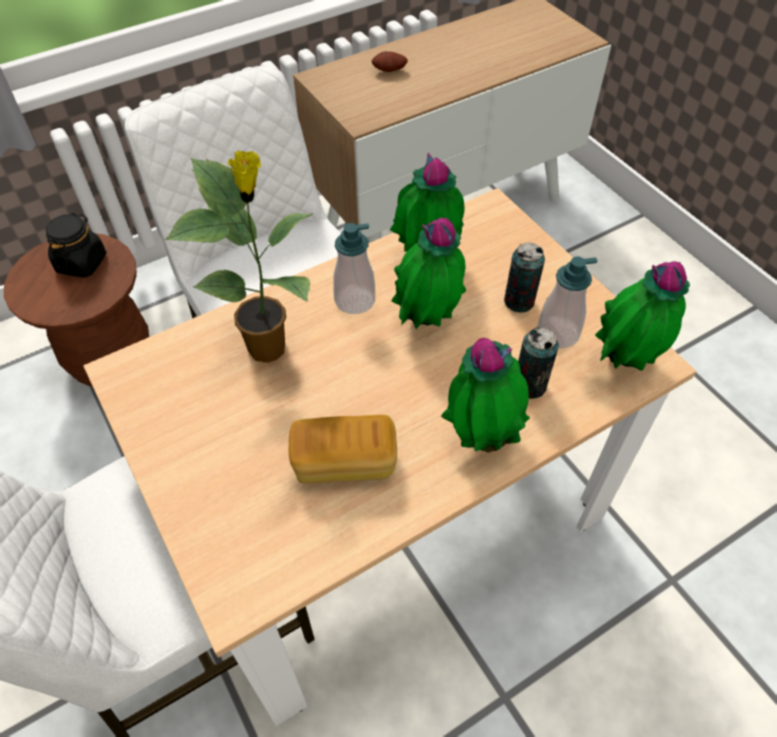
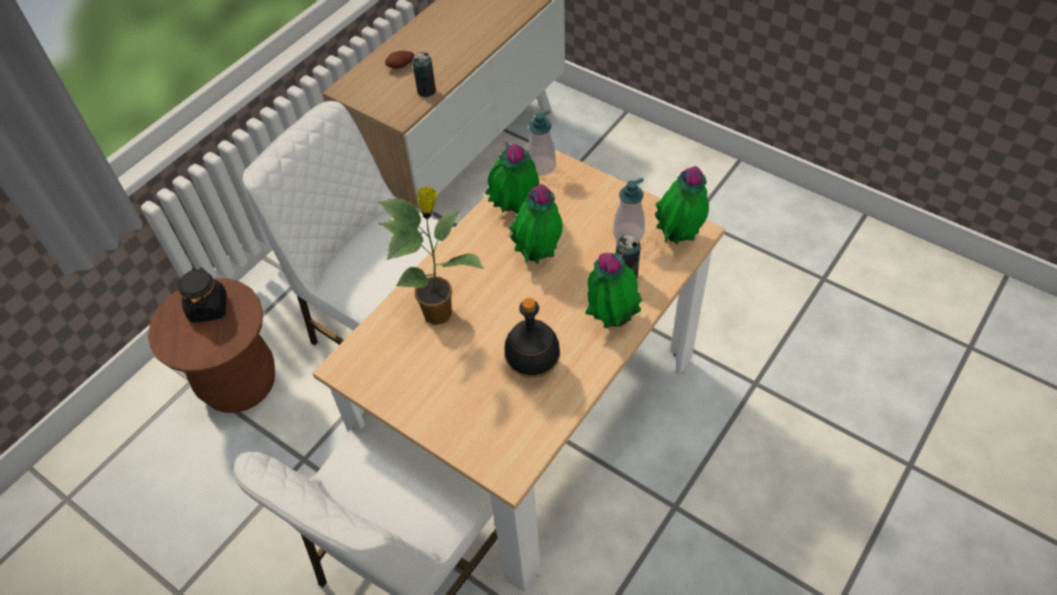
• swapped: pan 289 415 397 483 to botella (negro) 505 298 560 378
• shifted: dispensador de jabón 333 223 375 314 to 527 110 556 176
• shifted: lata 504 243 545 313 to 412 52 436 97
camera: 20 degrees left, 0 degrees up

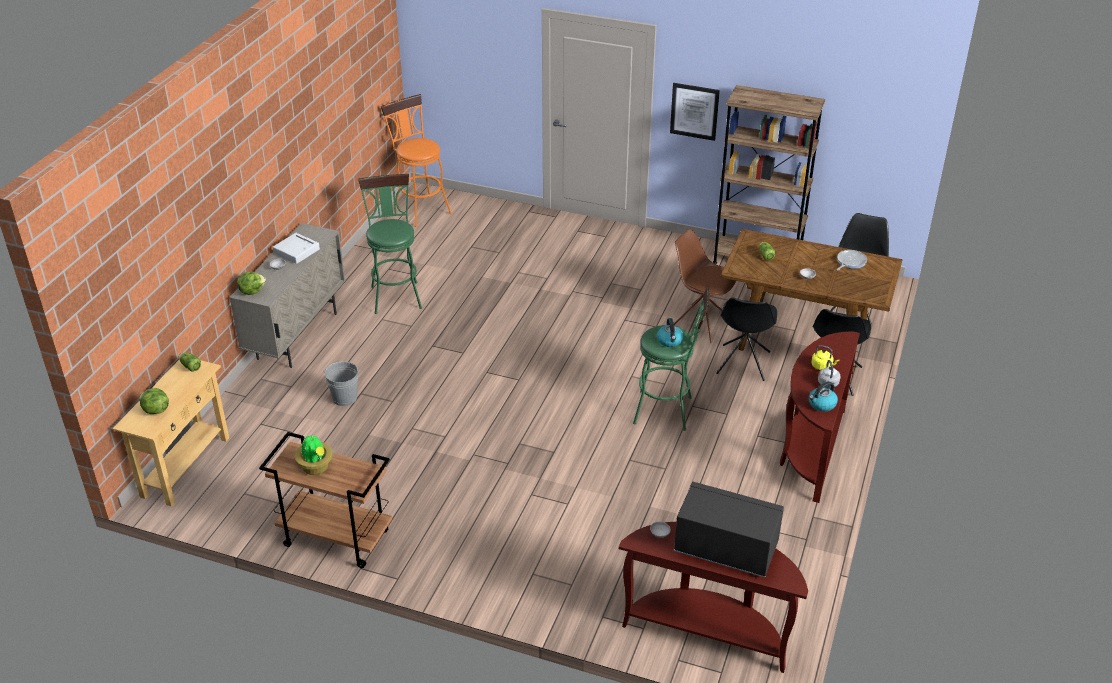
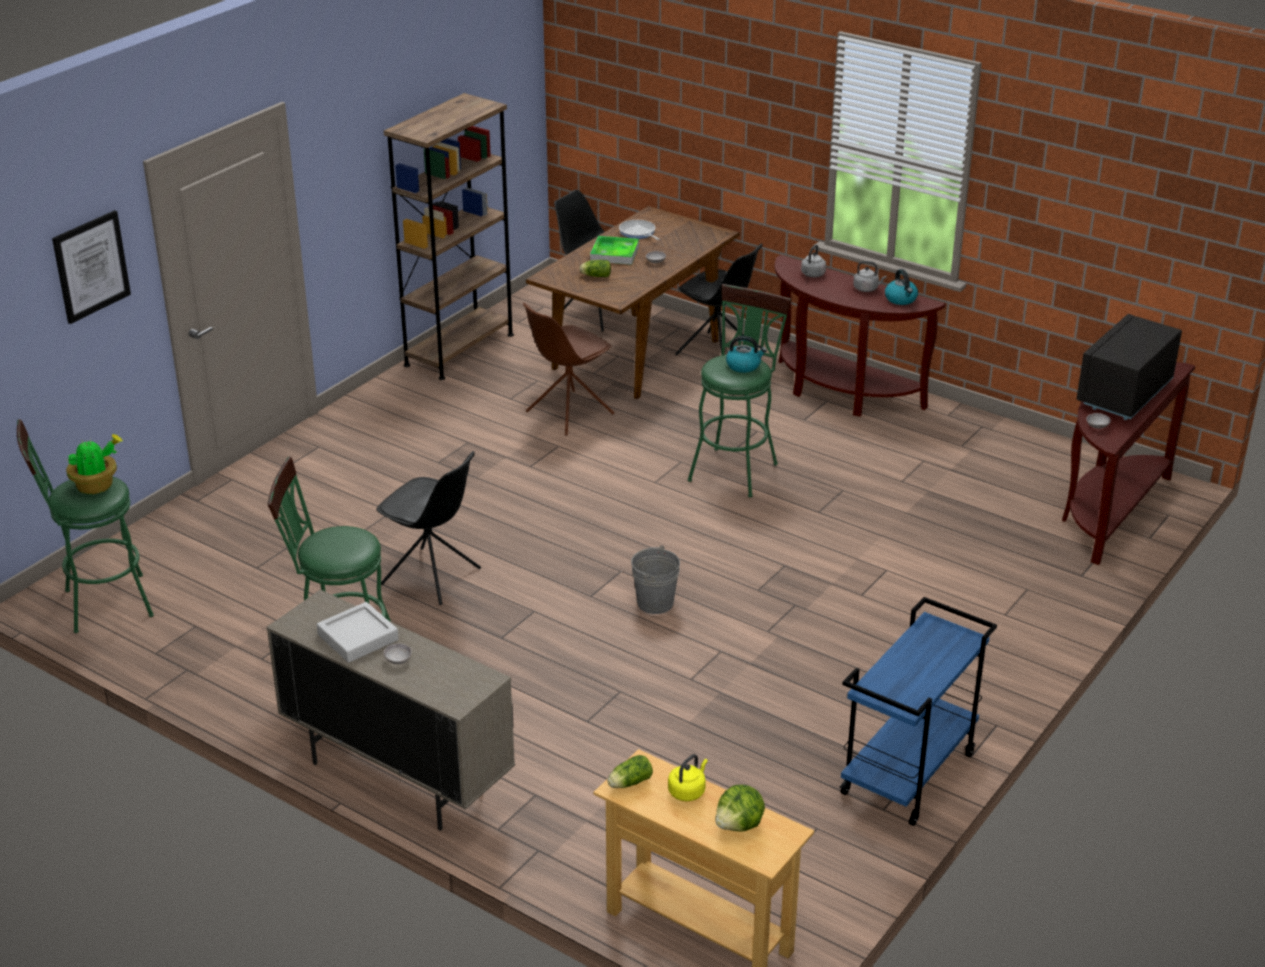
• gone: lechuga 237 272 266 295
• repainted: carrito (marrón) 259 432 392 568 to carrito (azul) 839 597 997 826
• shifted: planta en maceta 295 433 333 475 to 65 434 123 494
• shifted: cubo (gris) 323 361 360 406 to 631 545 680 614
• repainted: taburete (naranja) 381 94 452 227 to taburete (verde) 17 419 154 633
• shifted: cuadro 670 83 720 141 to 52 210 131 324
• shifted: silla (negro) 716 298 777 381 to 376 451 481 605
• shifted: hervidor (amarillo) 811 345 840 370 to 668 754 708 801
• new: bandeja 590 236 639 265
• new: hervidor (gris) 801 245 826 277
camera: 75 degrees left, 5 degrees down

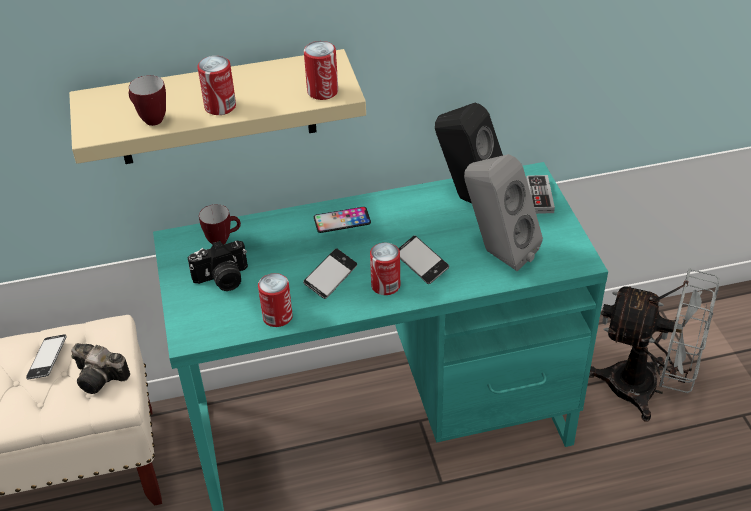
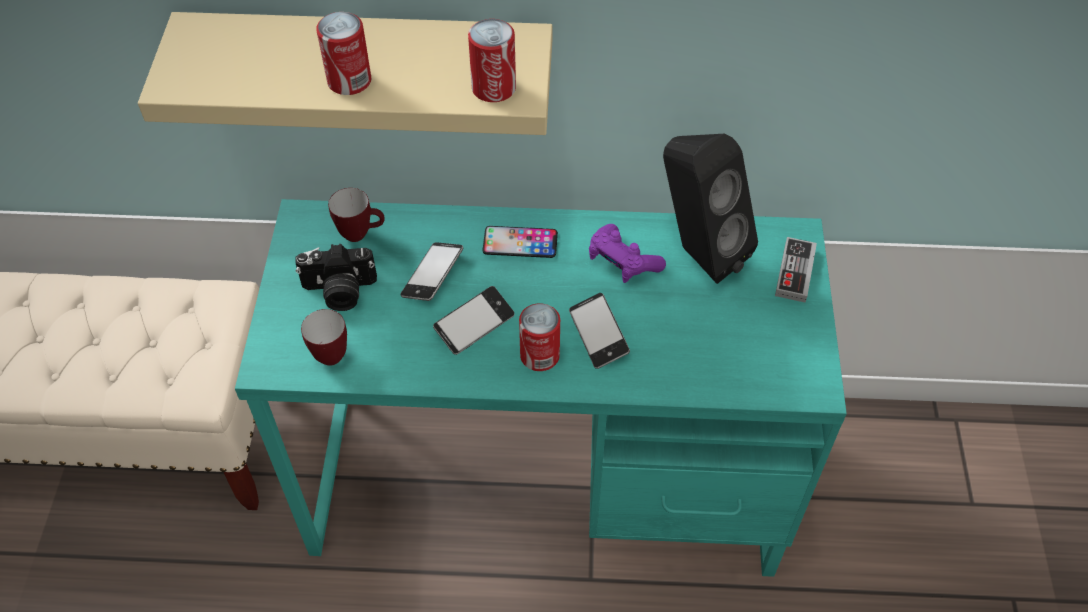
• shifted: móvil 26 334 67 379 to 401 242 463 301
• gone: cámara 71 343 130 394
• shifted: taza grande 129 75 166 126 to 301 309 347 366
• gone: lata 258 273 293 327
• gone: altavoz (gris) 464 154 543 271
• gone: ventilador (gris) 589 268 719 422
• new: mando de consola (morado) 589 224 666 283
camera: 15 degrees right, 10 degrees up

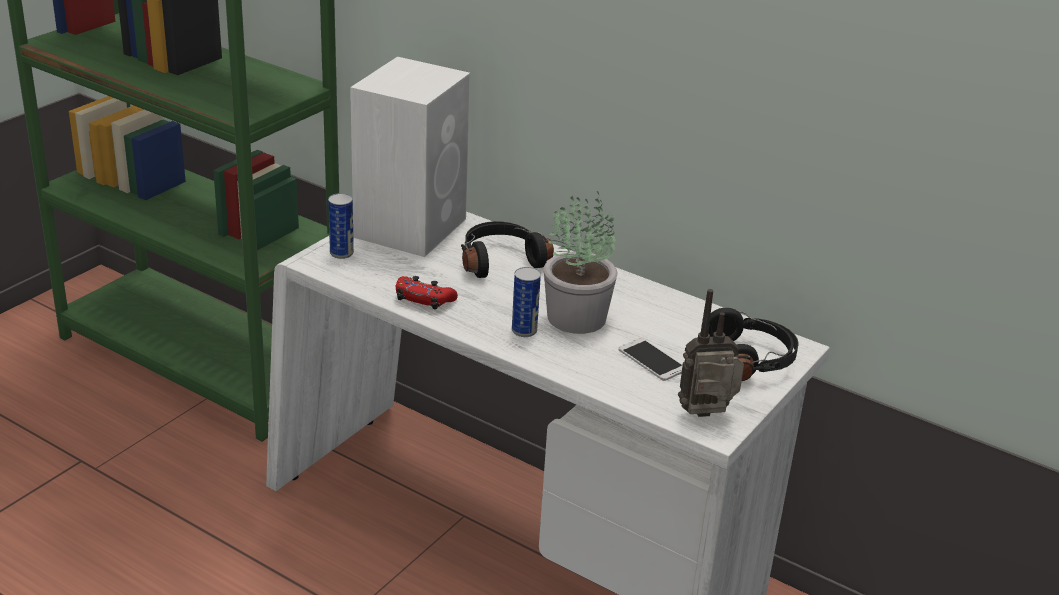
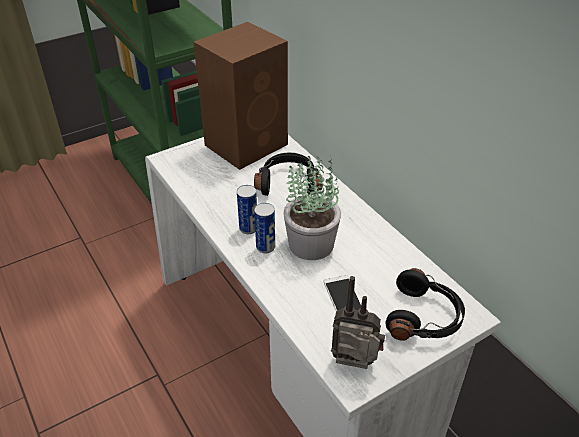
• shifted: lata 328 193 354 259 to 237 185 257 234
• repainted: altavoz (blanco) 350 57 470 257 to altavoz (marrón) 193 22 288 170
• gone: mando de consola (rojo) 396 276 458 310
camera: 25 degrees right, 10 degrees up

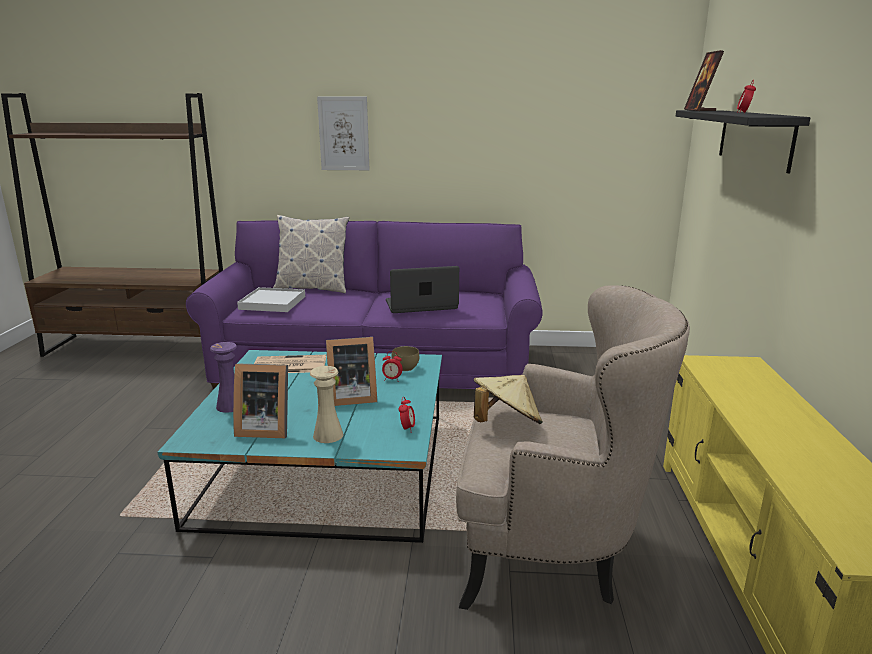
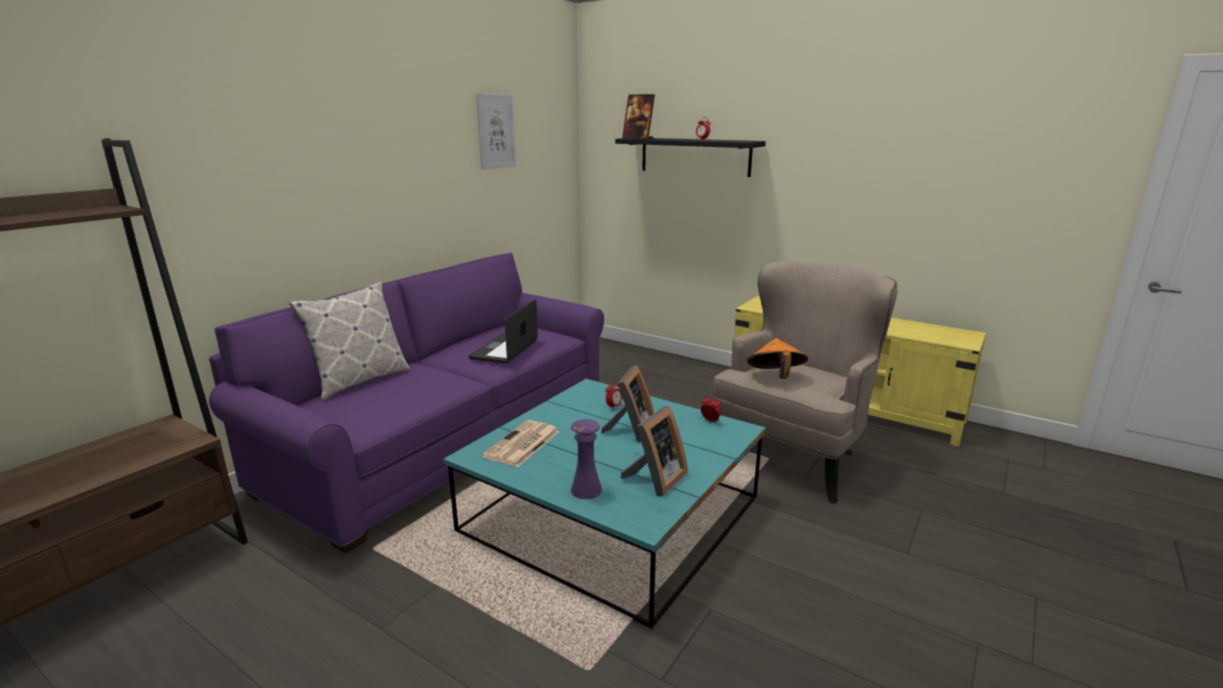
• gone: bandeja (blanco) 237 287 305 312
• gone: florero (beis) 310 366 343 443
• shifted: cuadro 317 97 370 170 to 476 93 516 169
• gone: cuenco (marrón) 392 346 419 371
• repainted: sombrero (beis) 474 375 543 424 to sombrero (naranja) 747 338 808 379
camera: 60 degrees left, 0 degrees up

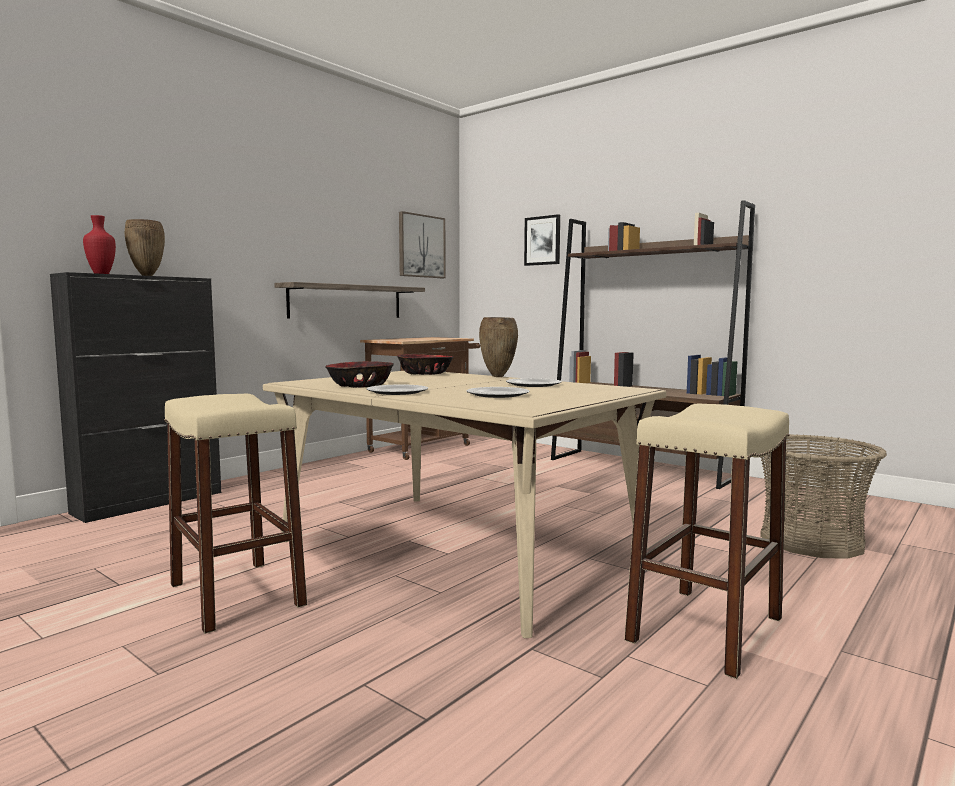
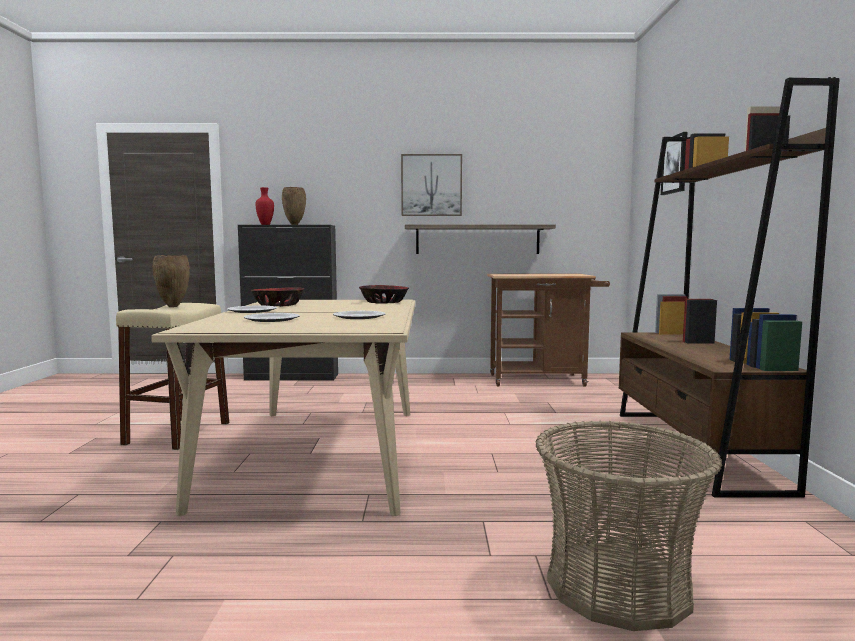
• shifted: cuadro 399 211 446 278 to 401 154 462 216
• shifted: florero (marrón) 479 317 518 377 to 152 255 190 307
• gone: taburete (beis) 624 404 790 679
camera: 50 degrees right, 0 degrees up

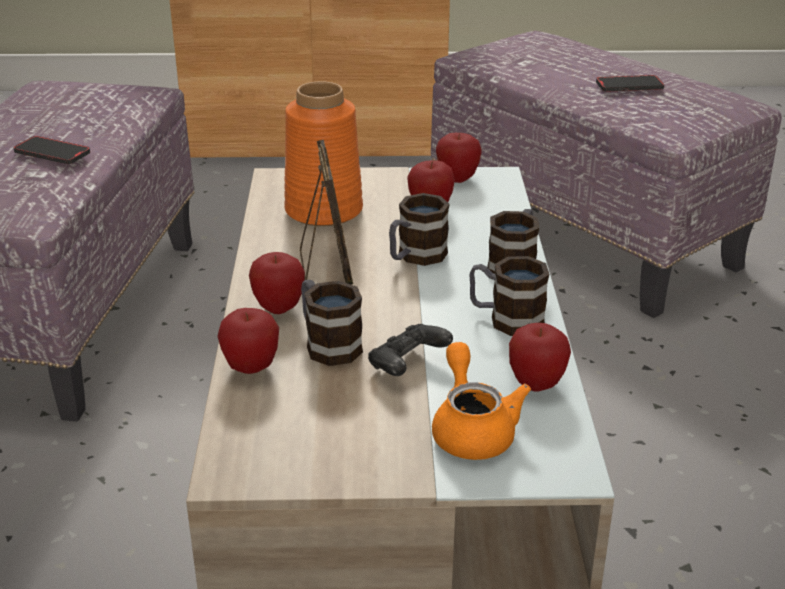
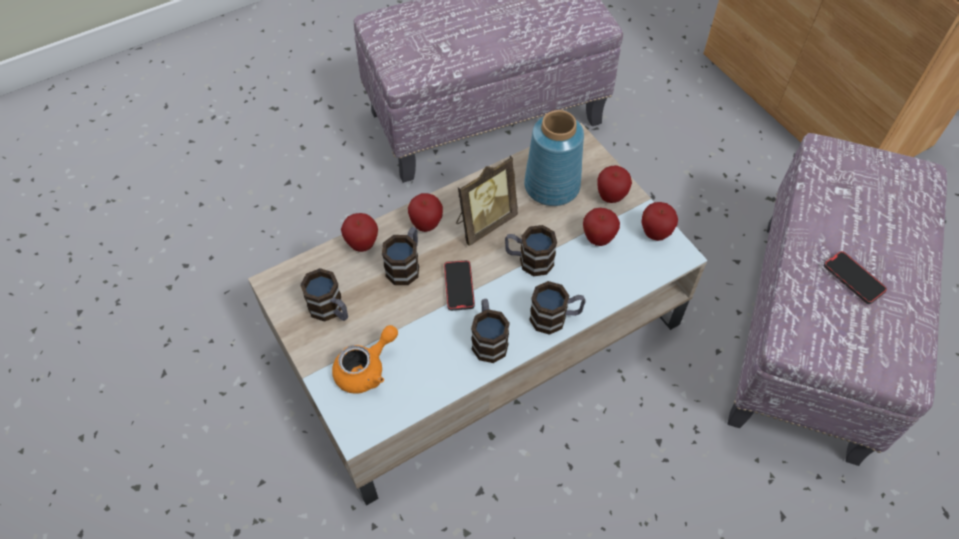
• shifted: móvil 13 136 90 164 to 444 260 475 311
• repainted: florero (naranja) 284 81 363 226 to florero (azul) 524 110 584 206
• gone: mando de consola (negro) 368 324 453 376
• shifted: manzana 509 323 571 391 to 597 165 632 203
• new: taza grande 300 268 348 322
camera: 60 degrees right, 25 degrees up

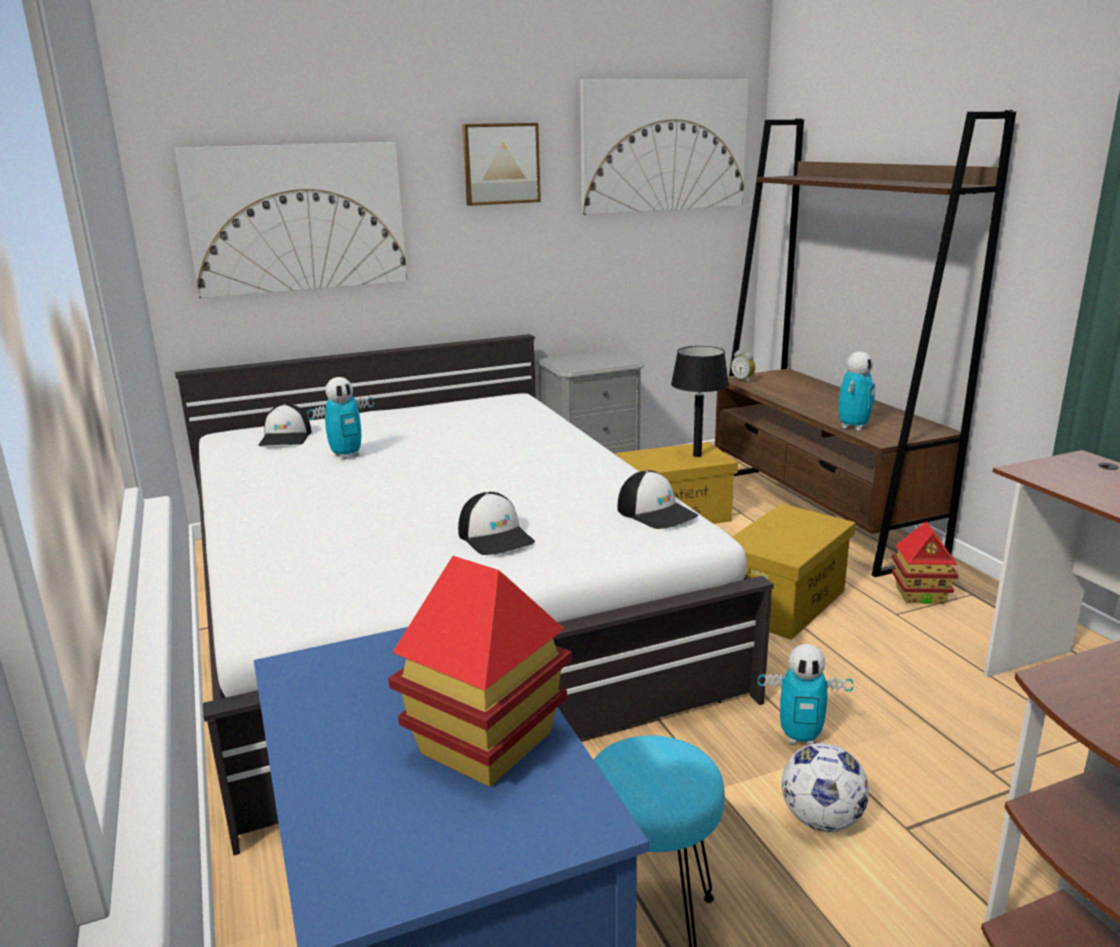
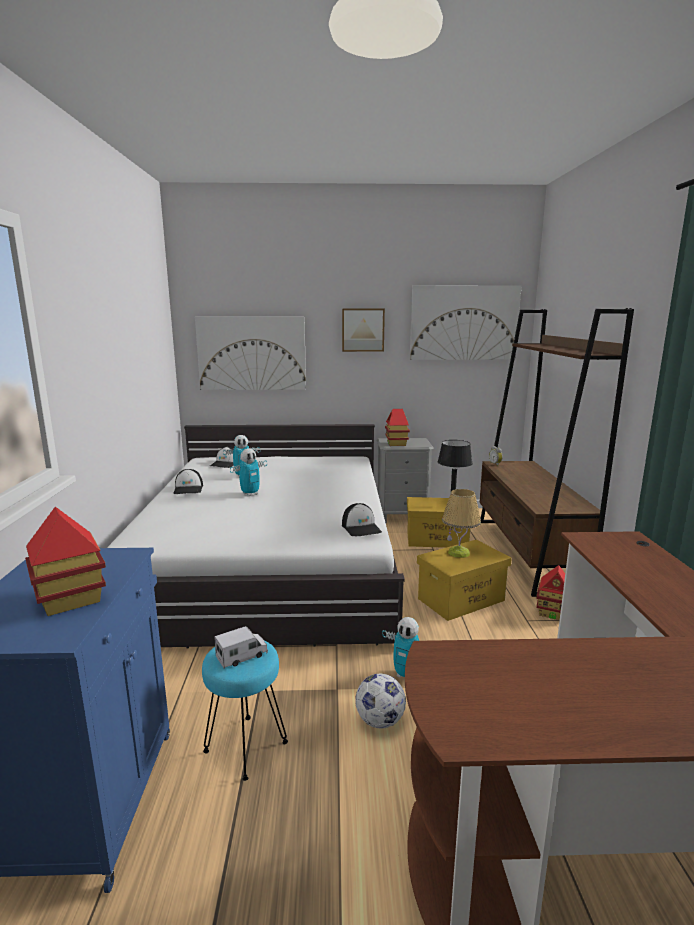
• shifted: gorra 458 492 535 555 to 173 469 203 494
• shifted: robot de juguete 839 352 875 431 to 230 448 267 496
• new: camión de juguete 214 626 268 669
• new: casita 385 409 410 446
• new: lámpara de mesa 442 489 481 558
camera: 20 degrees right, 5 degrees down

